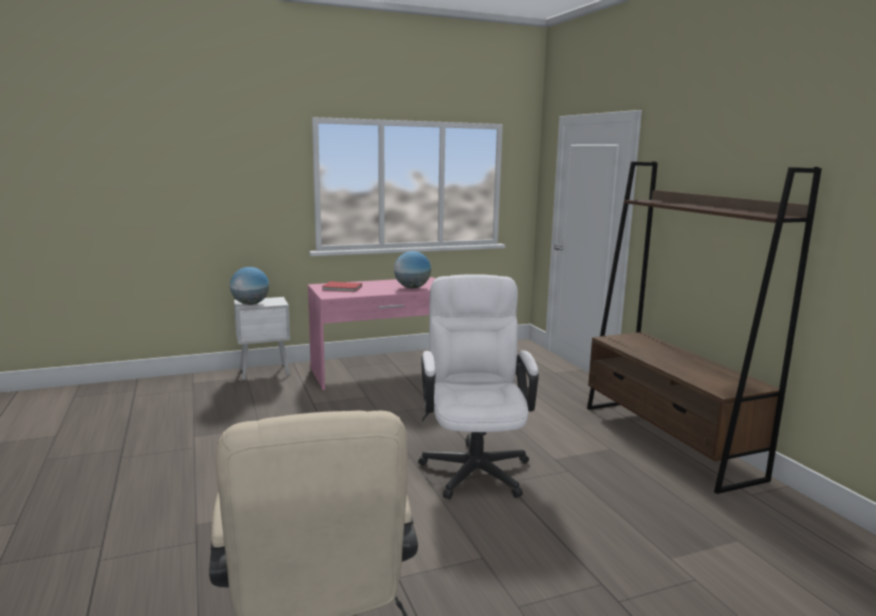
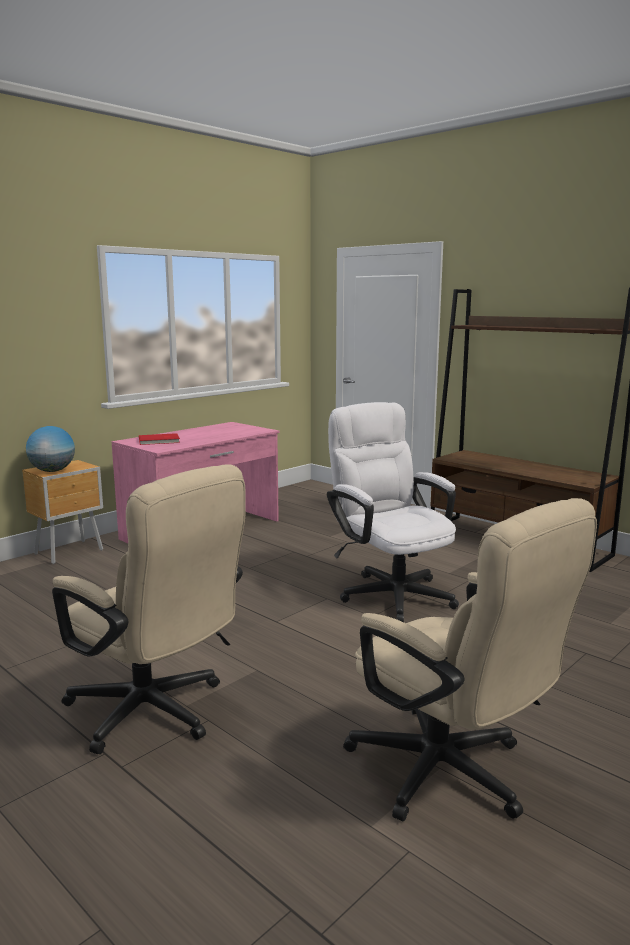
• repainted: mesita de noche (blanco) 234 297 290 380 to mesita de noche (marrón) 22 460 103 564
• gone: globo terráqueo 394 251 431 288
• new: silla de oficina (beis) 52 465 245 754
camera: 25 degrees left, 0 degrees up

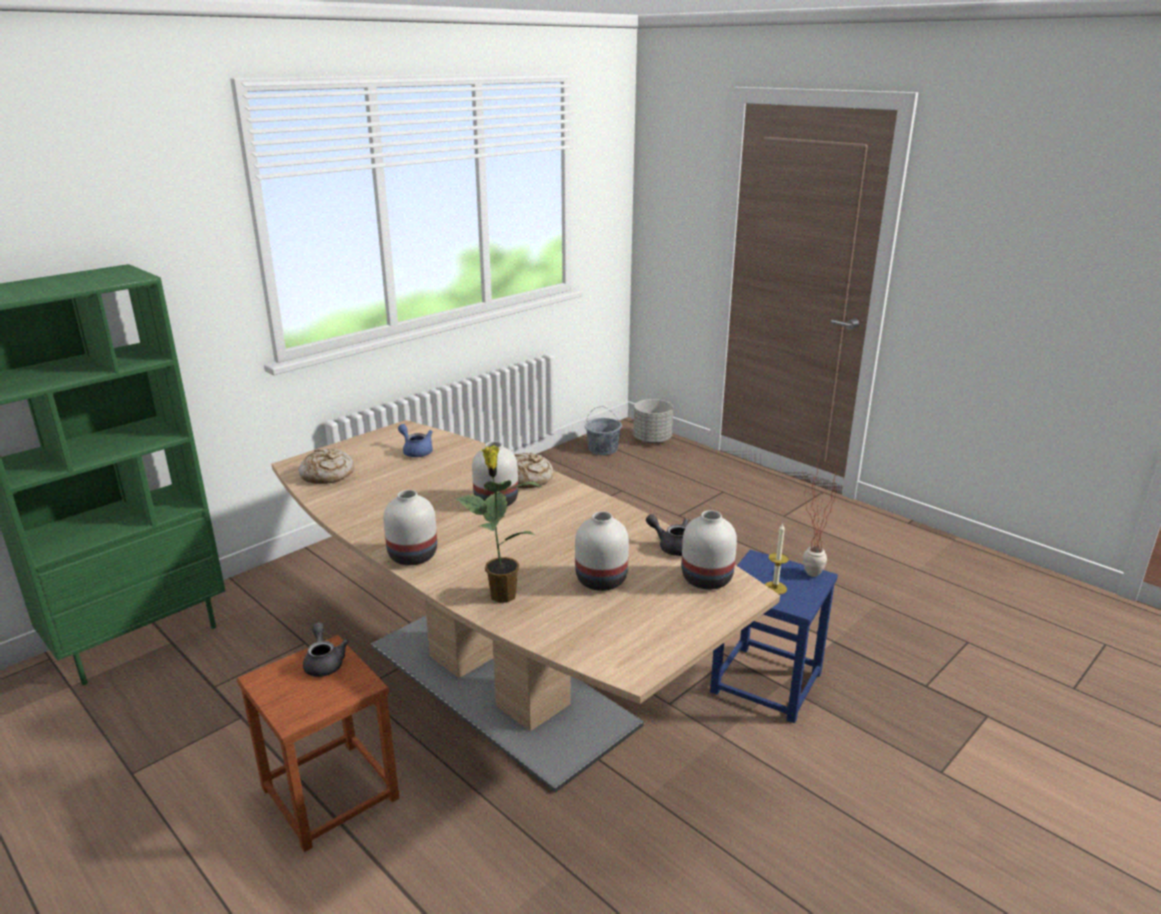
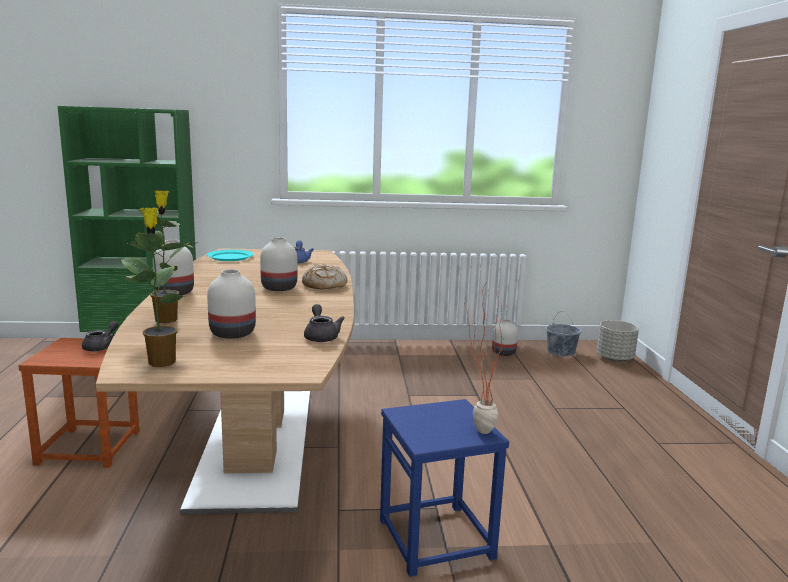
• swapped: pan 299 449 354 484 to plato (turquesa) 207 250 254 261
• shifted: florero (blanco) 681 510 737 590 to 492 319 518 356
• gone: vela 764 523 789 595
• new: planta en maceta 120 207 193 367
camera: 40 degrees right, 10 degrees down

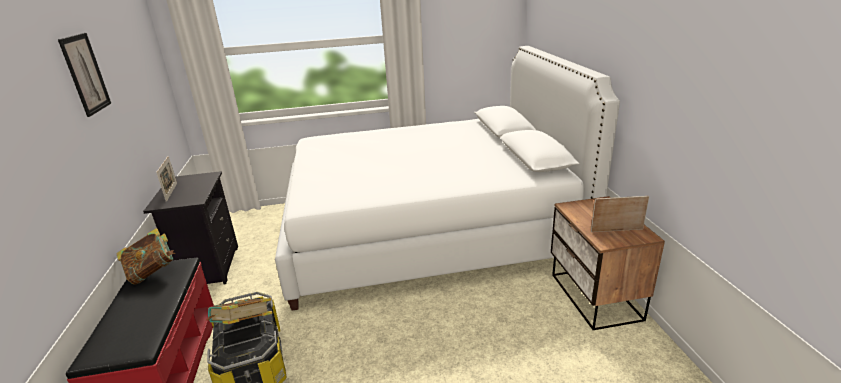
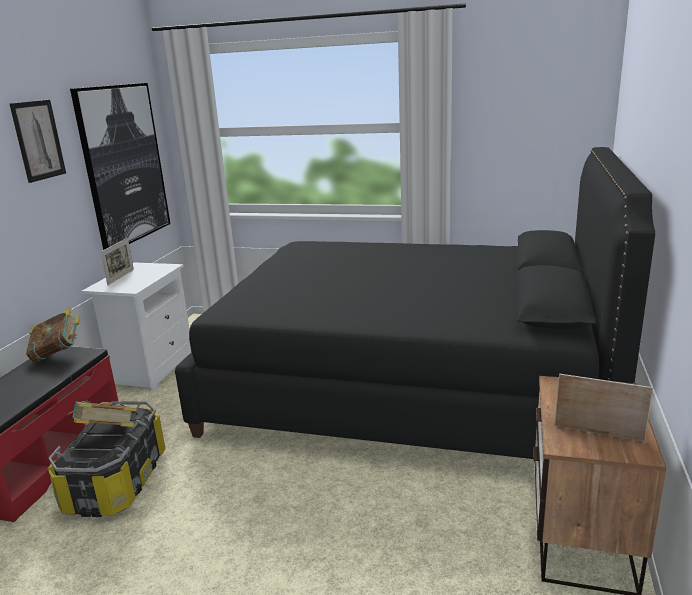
• repainted: mesita de noche (negro) 143 171 238 285 to mesita de noche (blanco) 81 262 191 391
• repainted: cama (blanco) 275 46 620 311 to cama (negro) 175 147 655 459
• new: cuadro 70 83 170 250
camera: 25 degrees right, 5 degrees down

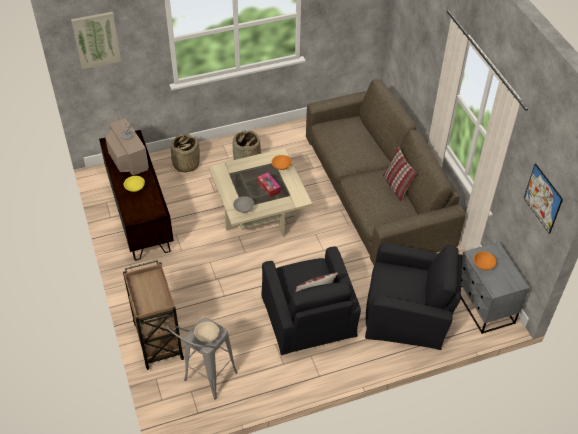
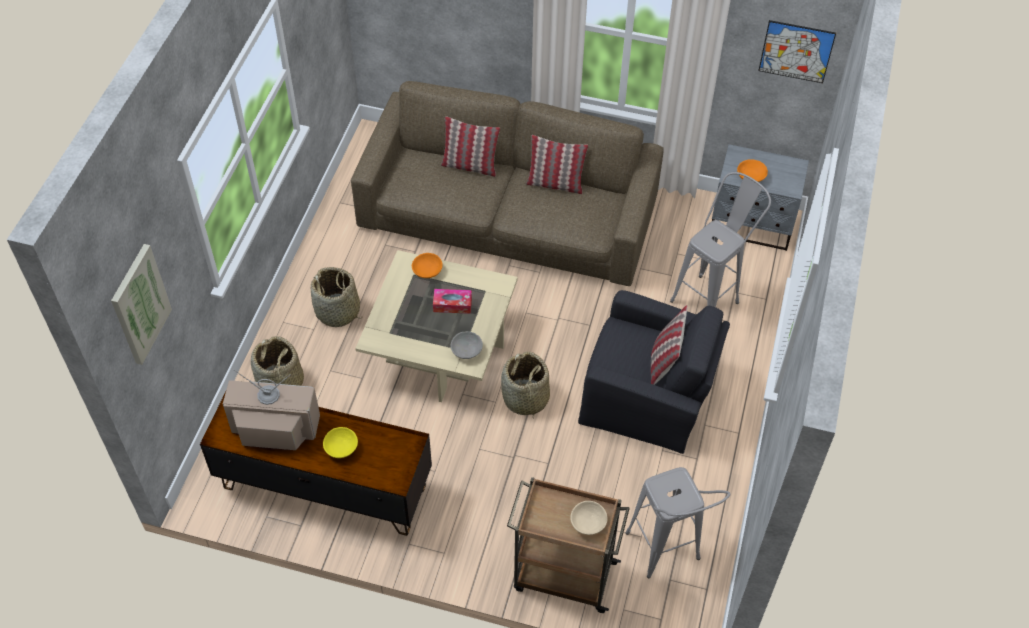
• shifted: cuenco (beis) 194 322 219 343 to 570 501 608 535
• swapped: sillón (negro) 365 243 463 350 to taburete (gris) 670 172 771 307
• new: cojín 441 116 500 177
• new: cesta 501 352 550 416
camera: 55 degrees left, 5 degrees up

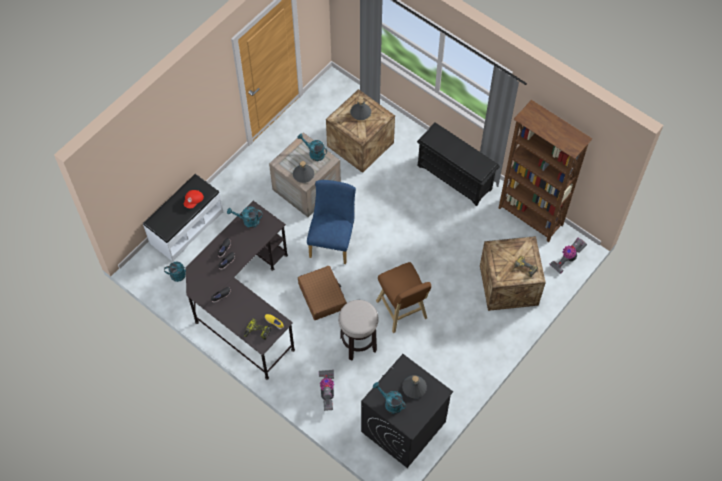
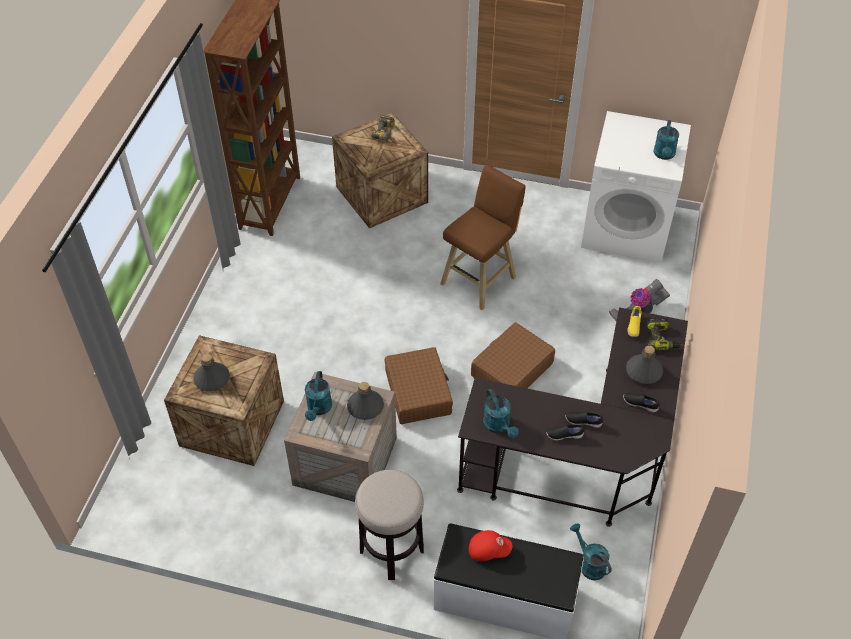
• swapped: silla (azul) 307 180 356 264 to maleta (marrón) 385 347 453 424
• shifted: taburete 338 300 379 361 to 355 470 424 580
• repainted: lavadora (negro) 361 354 453 468 to lavadora (blanco) 581 111 691 263
• shifted: botella (gris) 402 375 427 398 to 626 346 663 384
• gone: zapatero (negro) 417 122 500 206
• gone: aspiradora 550 238 587 274
camera: 115 degrees left, 10 degrees down

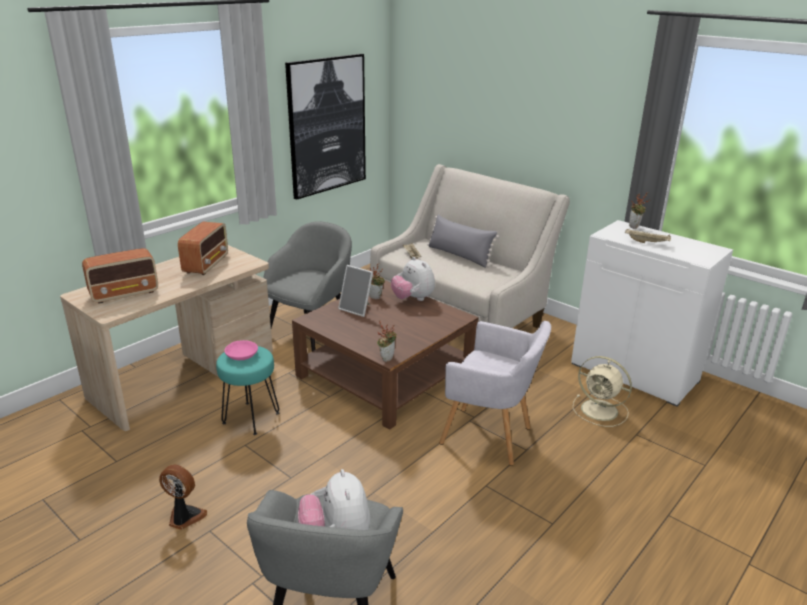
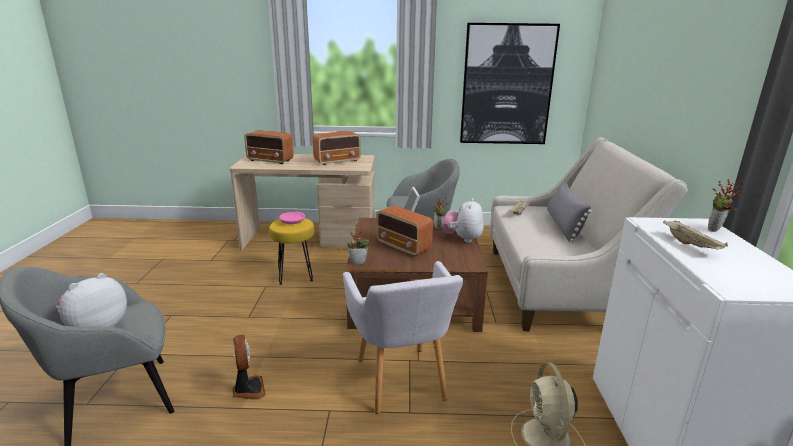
• shifted: ventilador 159 465 207 530 to 233 335 266 400
• repainted: taburete (turquesa) 216 346 279 435 to taburete (amarillo) 269 218 314 285
• new: radio 376 206 433 257
camera: 50 degrees right, 5 degrees down

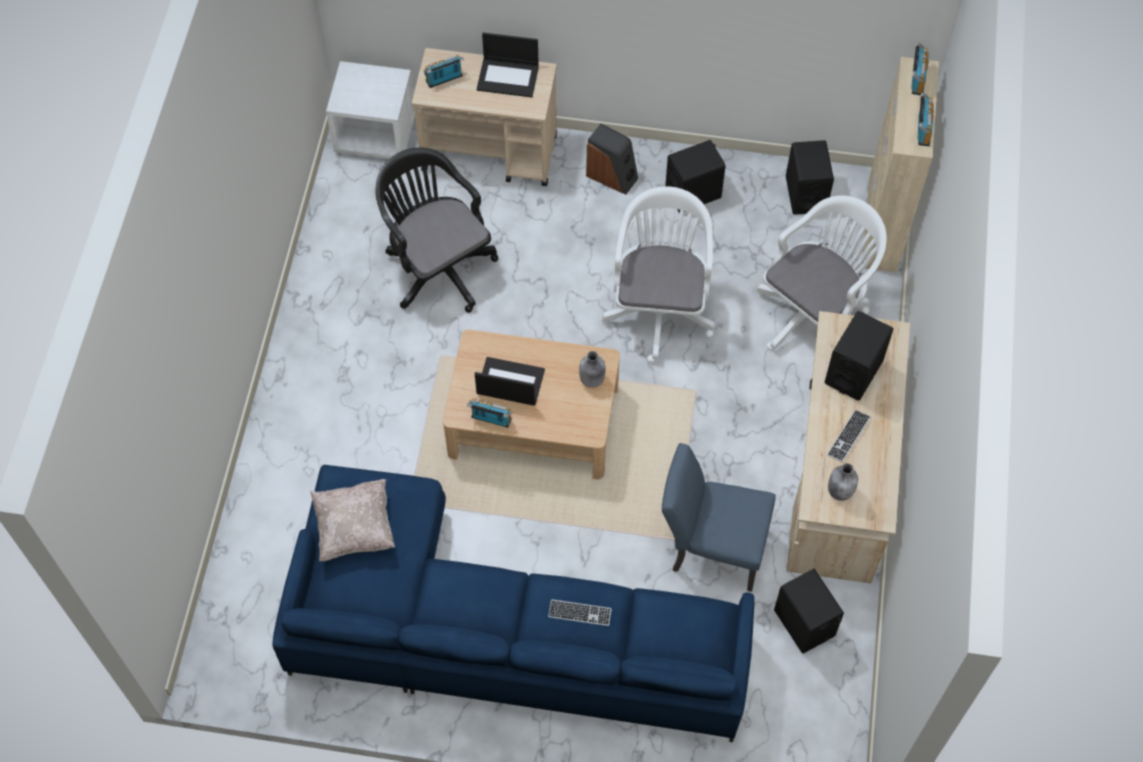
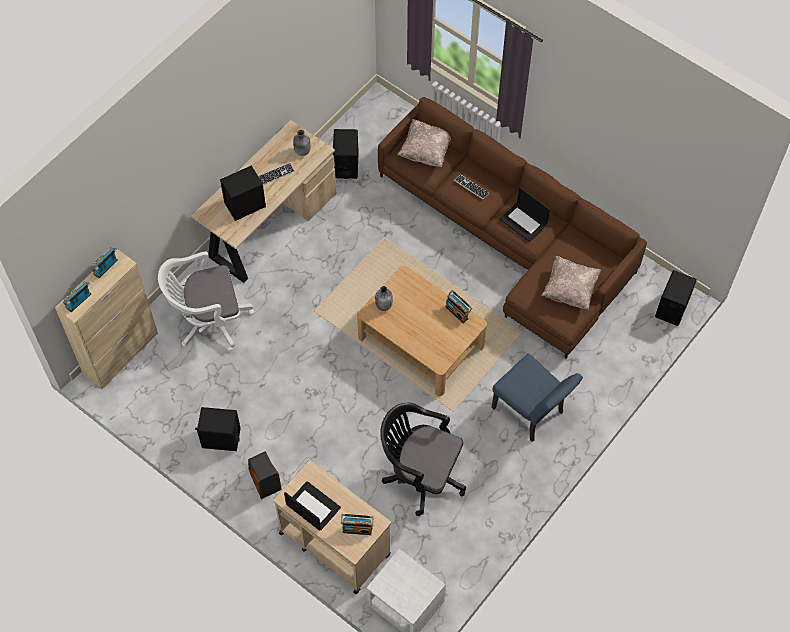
• repainted: sofá (azul) 272 465 755 742 to sofá (marrón) 378 97 647 359
• rotated: silla de oficina (negro) 376 147 498 313 = 380 403 466 516 120 degrees clockwise
• shifted: portátil 475 357 545 406 to 499 187 550 242
• gone: silla de oficina (blanco) 601 186 716 363
• shifted: silla (azul) 662 443 776 592 to 492 353 583 442
• shifted: altavoz (negro) 786 140 834 215 to 655 270 697 326
• new: cojín (beis) 397 119 451 167
camera: 150 degrees left, 0 degrees up

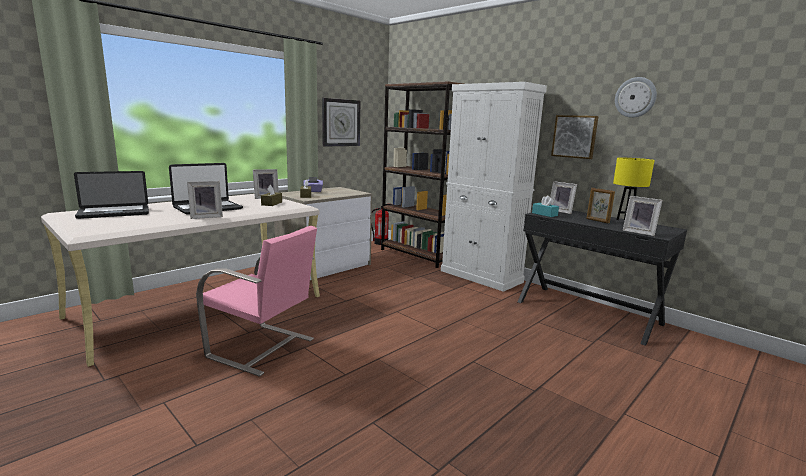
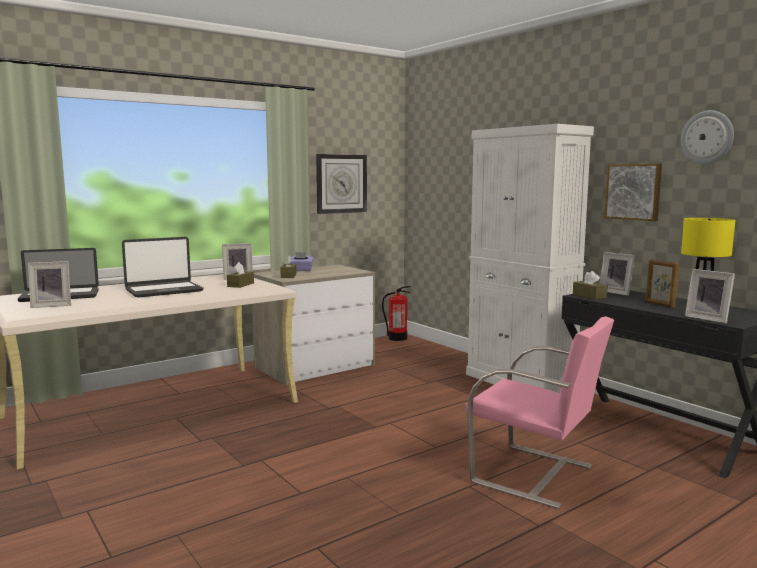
• shifted: portarretratos 187 181 223 219 to 28 261 71 308
• shifted: silla (rosa) 196 226 317 377 to 465 316 614 509
• gone: estantería (marrón) 381 81 463 268
• repainted: caja de pañuelos (turquesa) 532 195 559 217 to caja de pañuelos (marrón) 573 271 608 300
camera: 10 degrees right, 5 degrees down

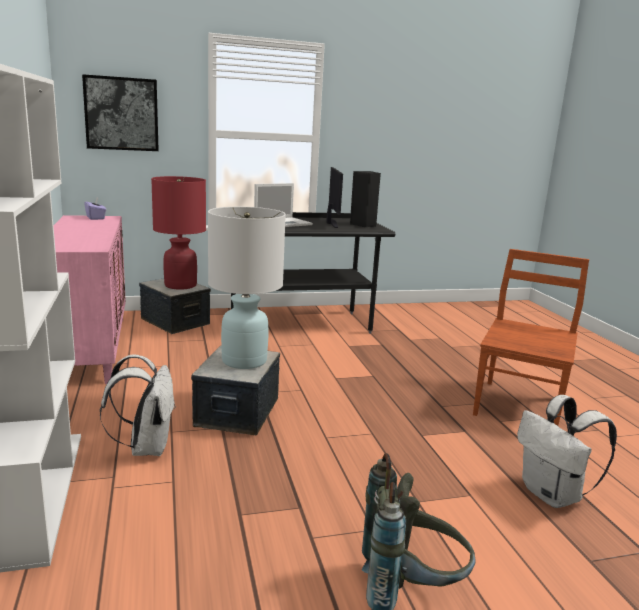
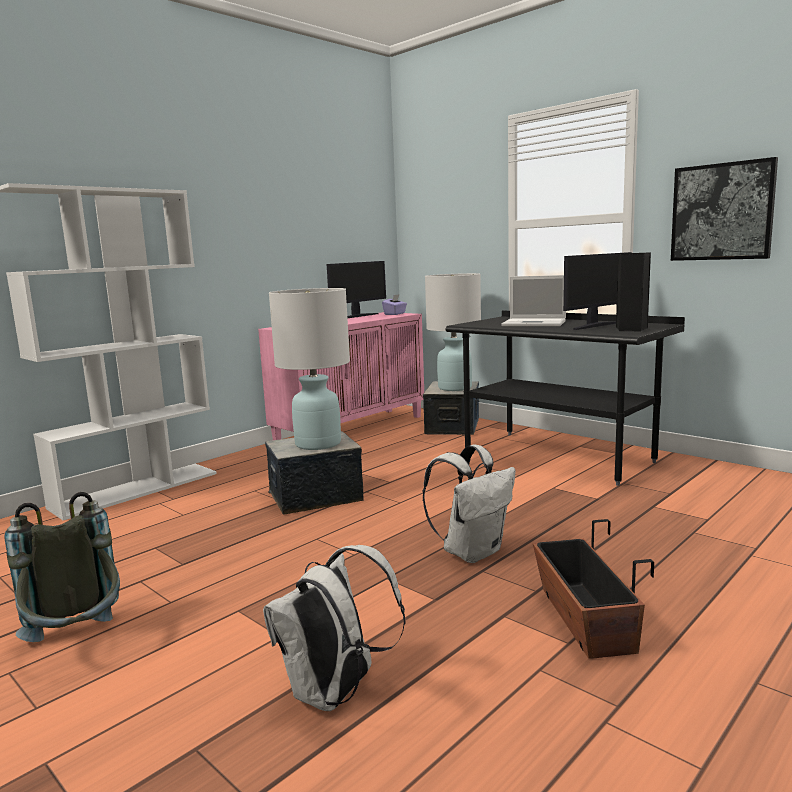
• shifted: cuadro 82 74 159 151 to 671 157 778 261
• shifted: mochila (blanco) 100 354 176 456 to 422 445 516 563
• repainted: lámpara de mesa (rojo) 151 176 206 290 to lámpara de mesa (blanco) 425 273 481 391
• swapped: silla (marrón) 473 249 589 426 to maceta 533 519 654 658
• new: monitor 327 261 386 319
camera: 60 degrees right, 5 degrees down

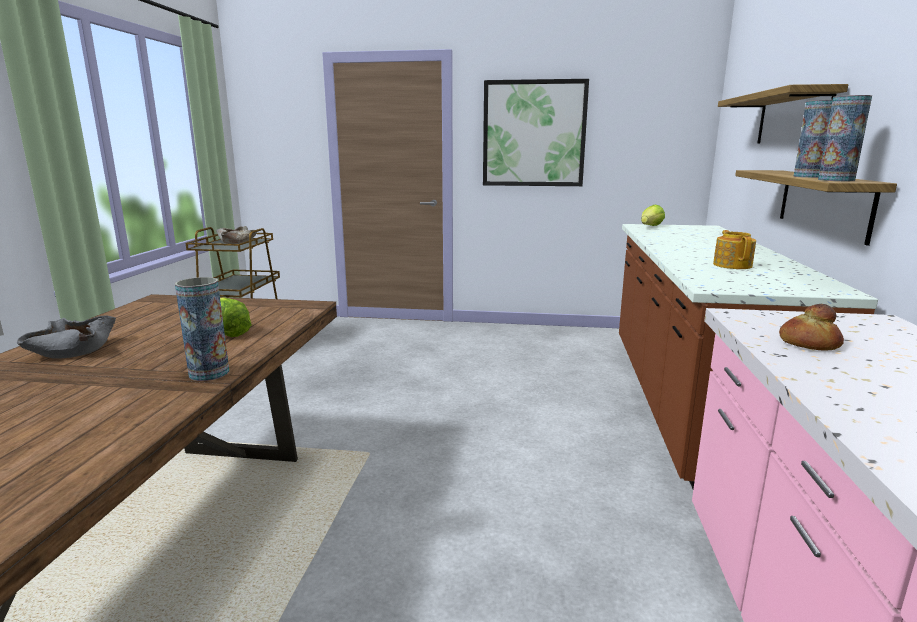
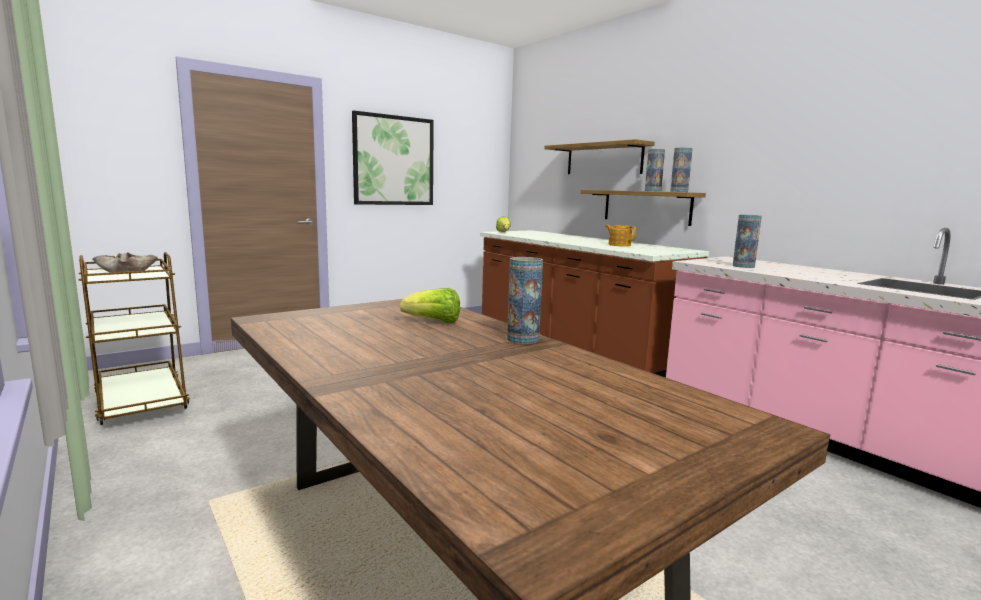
• gone: cuenco (gris) 17 316 116 359
• swapped: pan 779 304 844 351 to florero 733 215 762 268
camera: 45 degrees left, 5 degrees down

